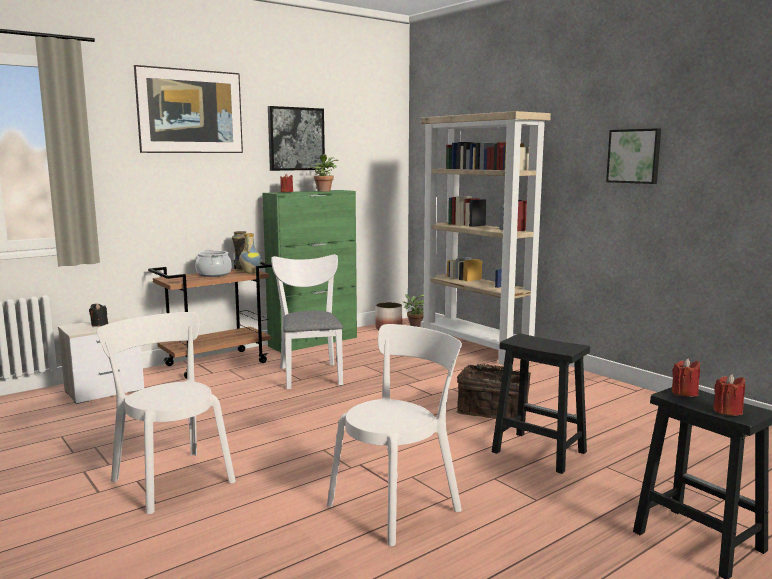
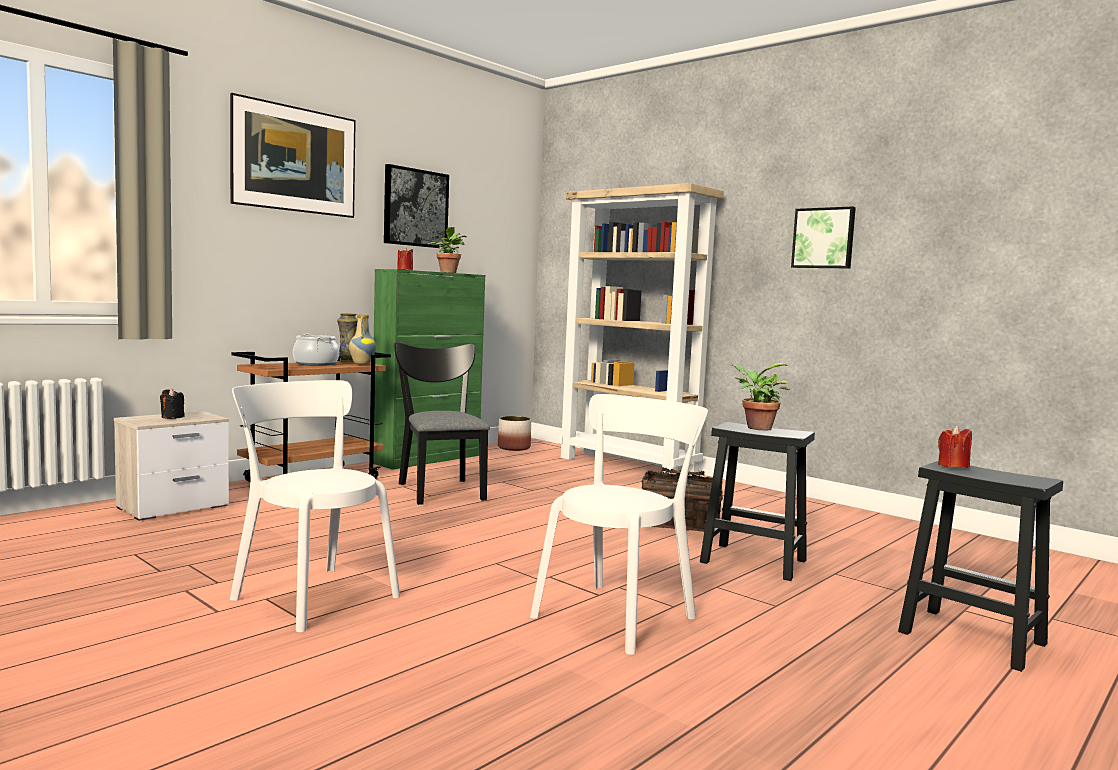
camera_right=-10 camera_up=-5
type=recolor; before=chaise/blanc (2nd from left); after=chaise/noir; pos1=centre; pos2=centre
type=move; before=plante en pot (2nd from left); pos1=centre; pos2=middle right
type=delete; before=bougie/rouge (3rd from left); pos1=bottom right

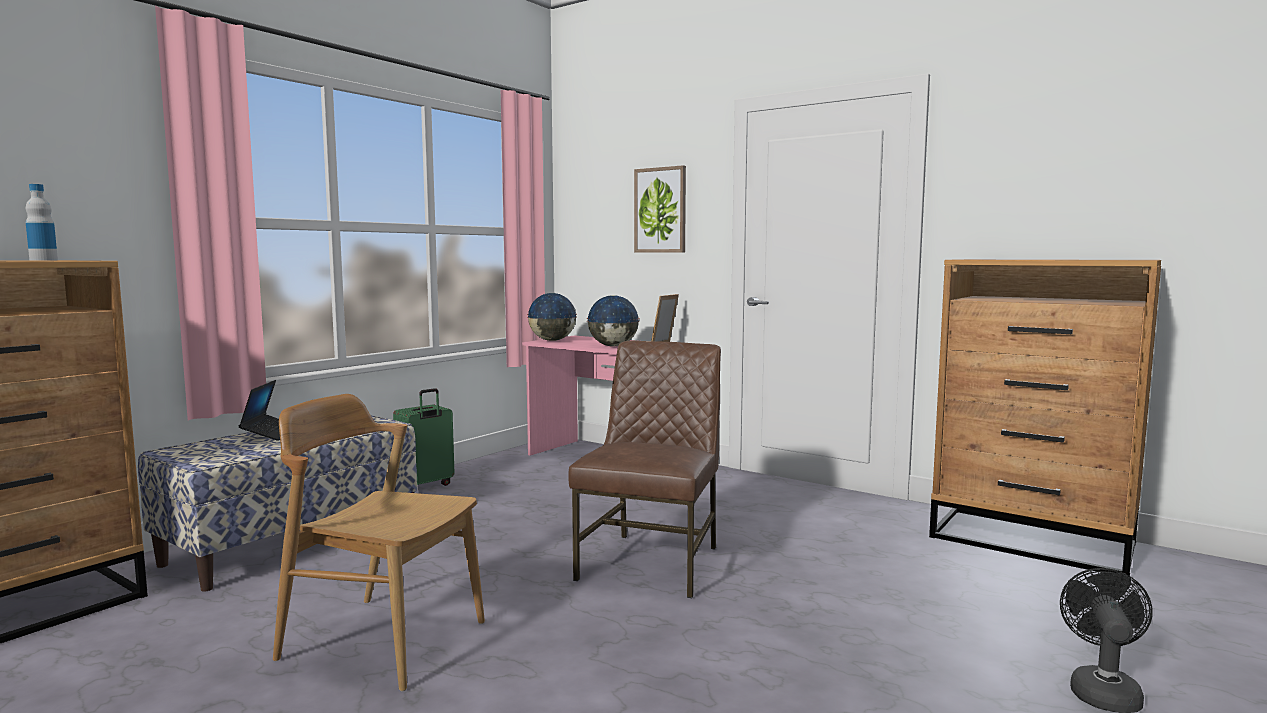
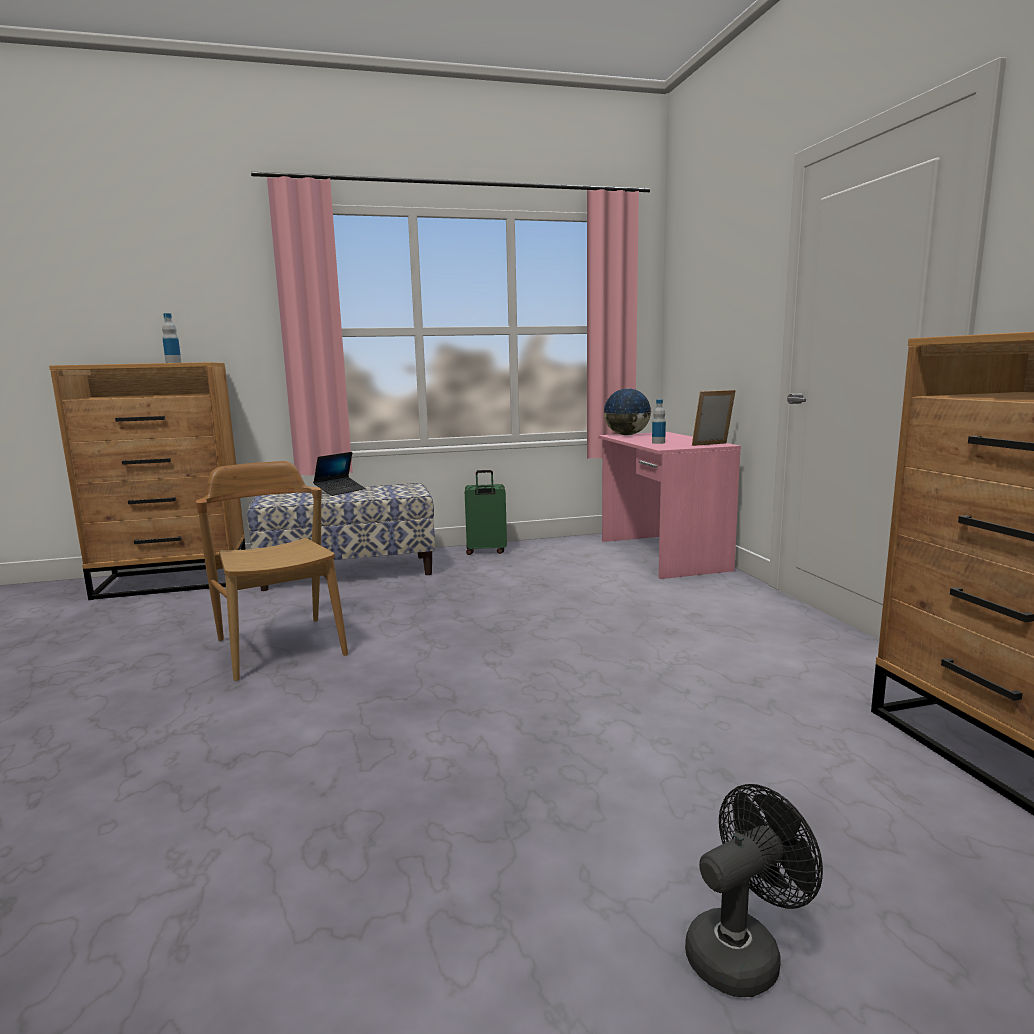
camera_right=40 camera_up=5
type=replace; before=globe (2nd from left); after=bouteille (2nd from left); pos1=centre; pos2=centre
type=delete; before=chaise/marron (2nd from left); pos1=centre
type=delete; before=tableau; pos1=top centre

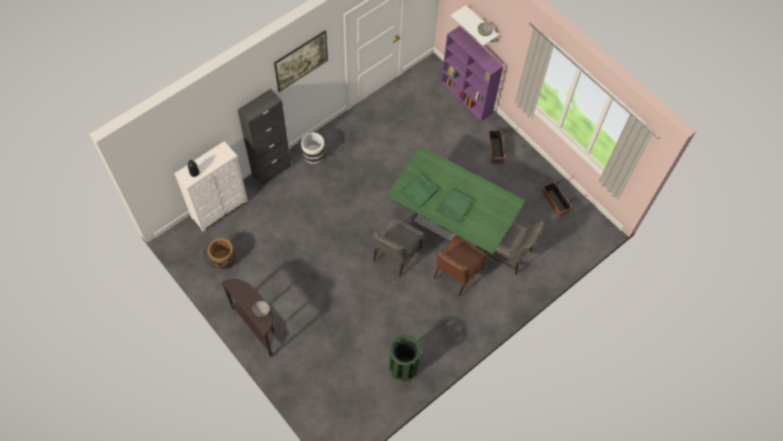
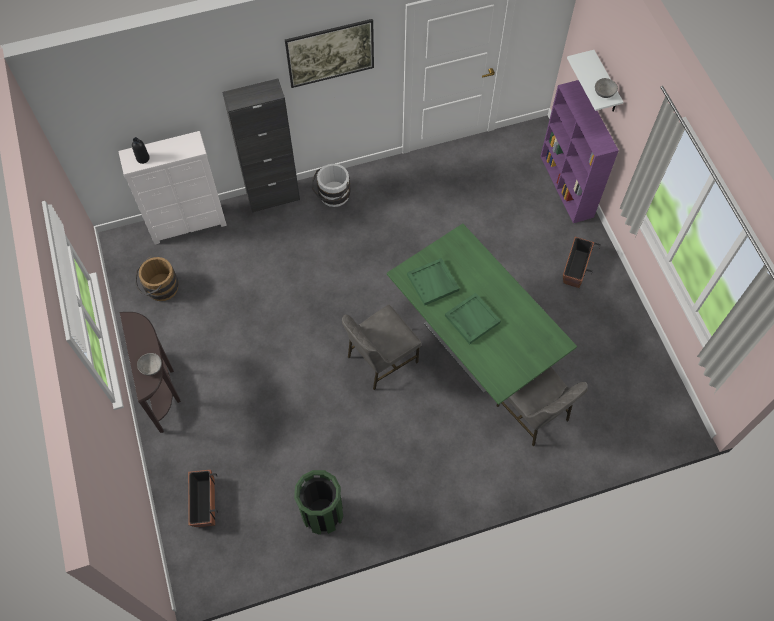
camera_right=25 camera_up=0
type=move; before=cache-pot (2nd from left in the first image); after=cache-pot (1st from left); pos1=middle right; pos2=bottom left
type=delete; before=chaise/marron; pos1=centre

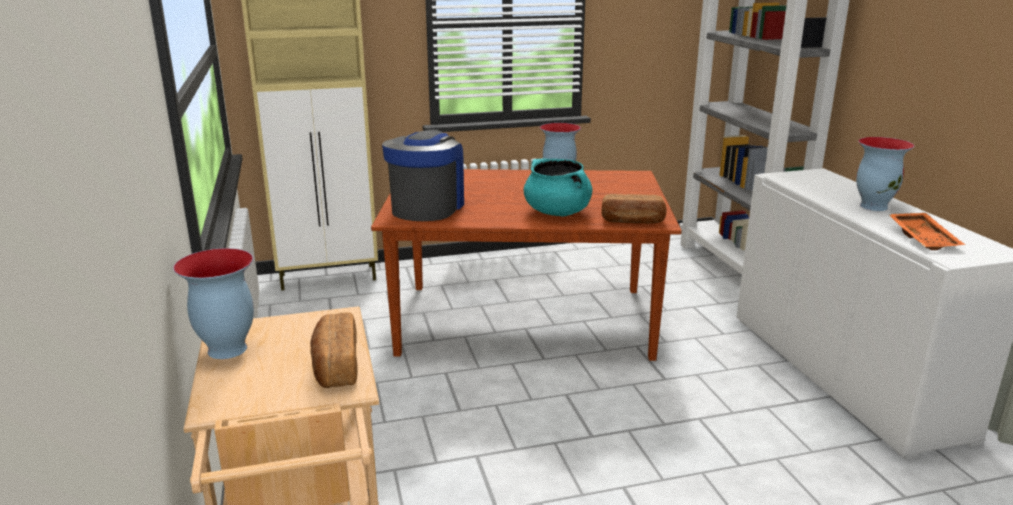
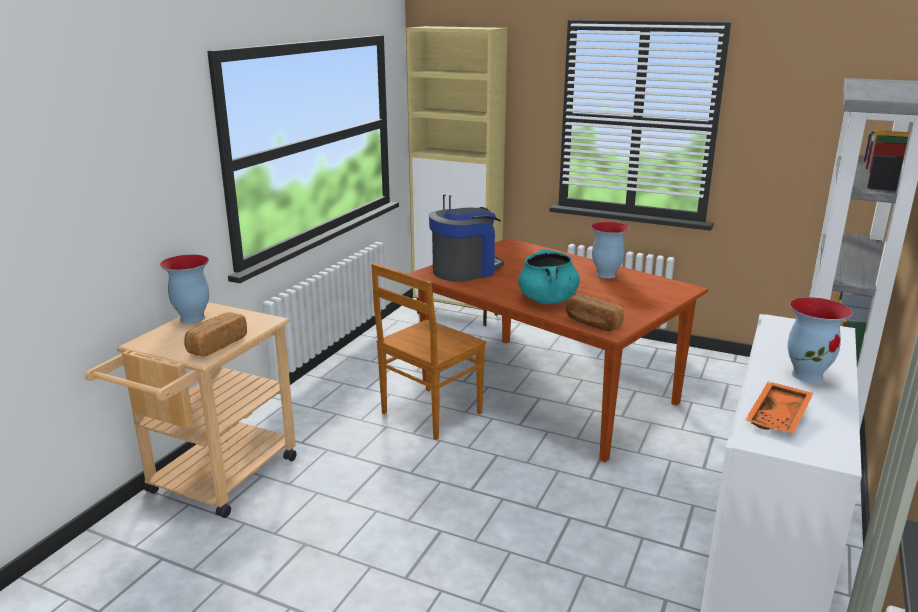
camera_right=40 camera_up=0
type=insert; after=chaise/marron; pos2=centre

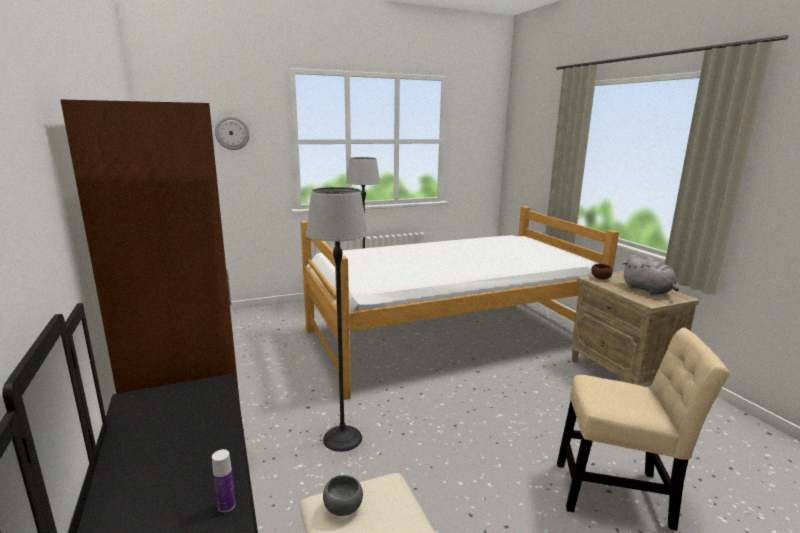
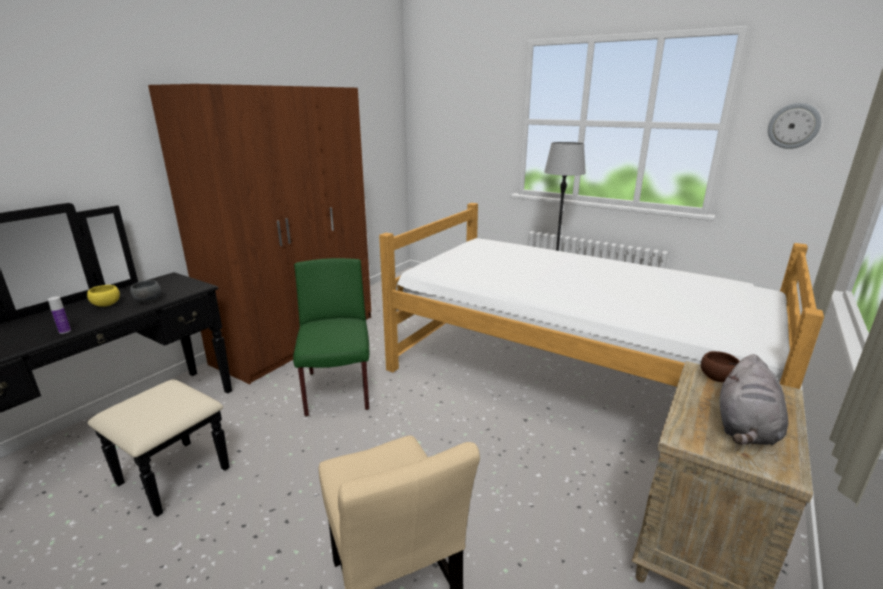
camera_right=55 camera_up=5
type=insert; after=bol/jaune; pos2=middle left
type=move; before=bol/gris; pos1=bottom centre; pos2=middle left
type=replace; before=lampadaire (1st from left); after=chaise/vert; pos1=centre; pos2=centre
type=move; before=horloge murale; pos1=top left; pos2=top right

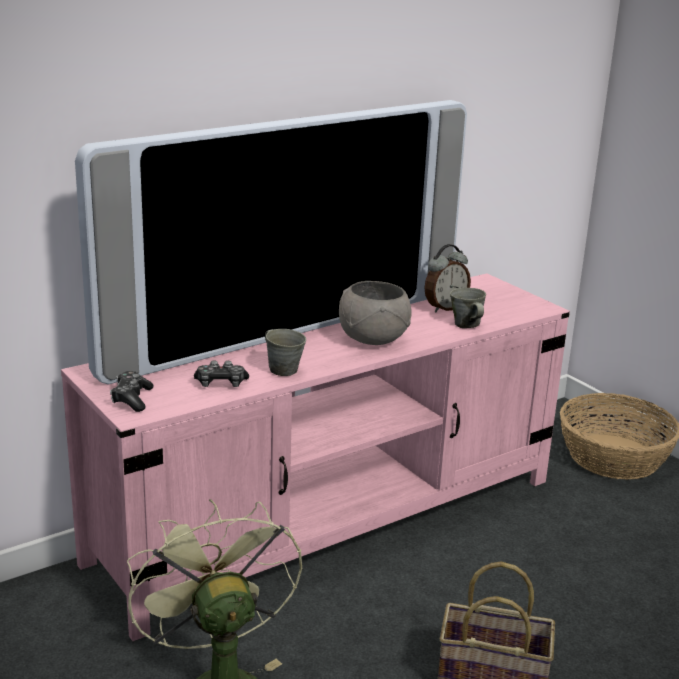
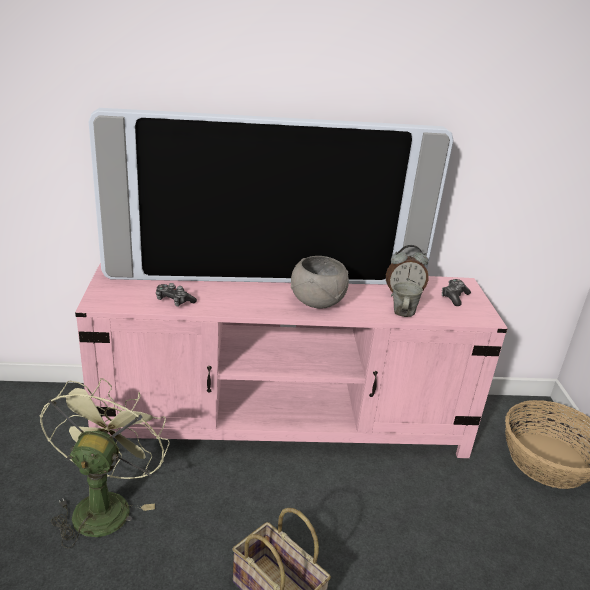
camera_right=30 camera_up=5
type=move; before=manette (1st from left in the first image); after=manette (2nd from left); pos1=middle left; pos2=middle right
type=delete; before=mug/gris (1st from left); pos1=centre

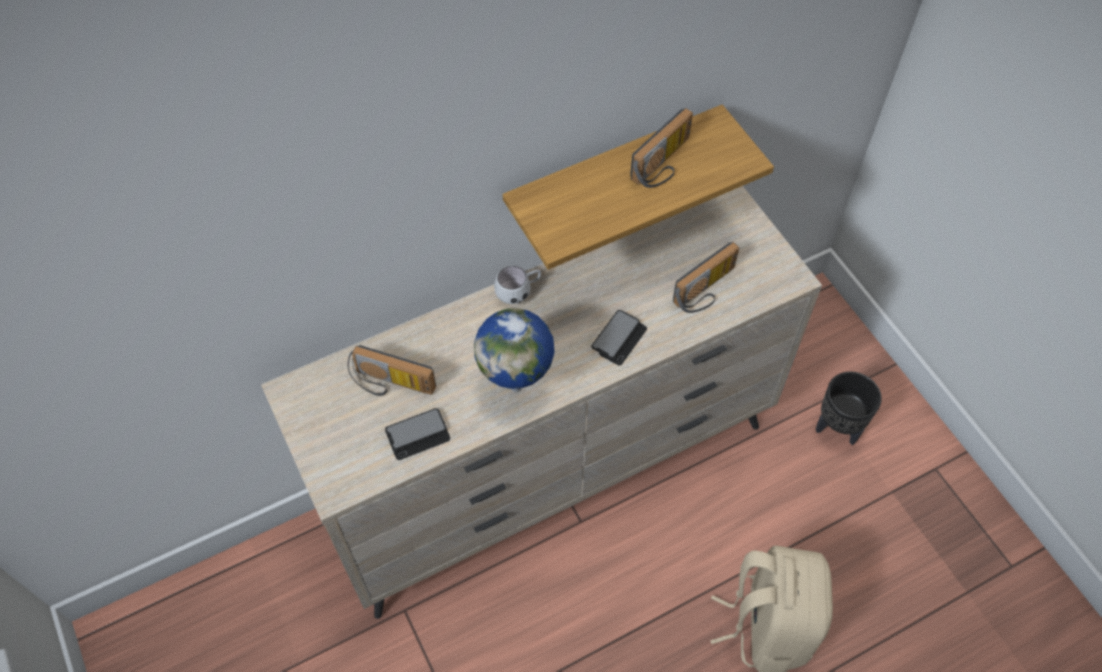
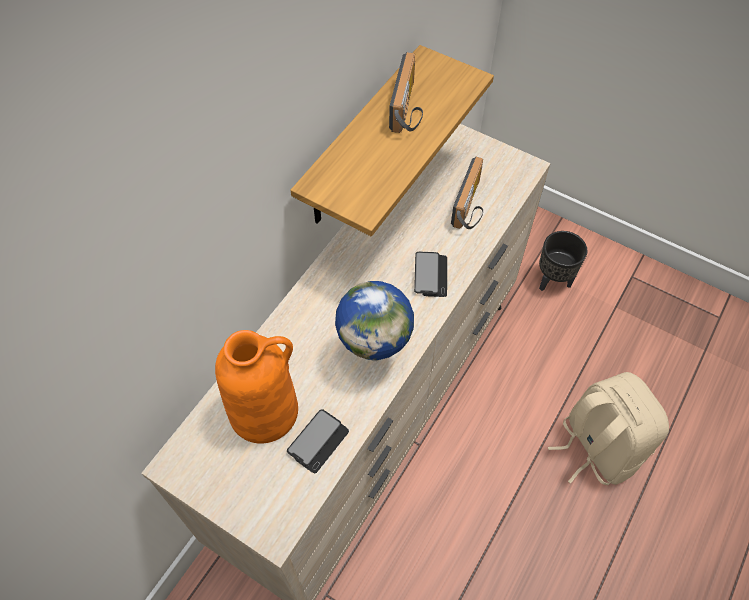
camera_right=-30 camera_up=0
type=replace; before=radio (1st from left); after=vase/orange; pos1=centre; pos2=centre
type=delete; before=mug/blanc; pos1=centre

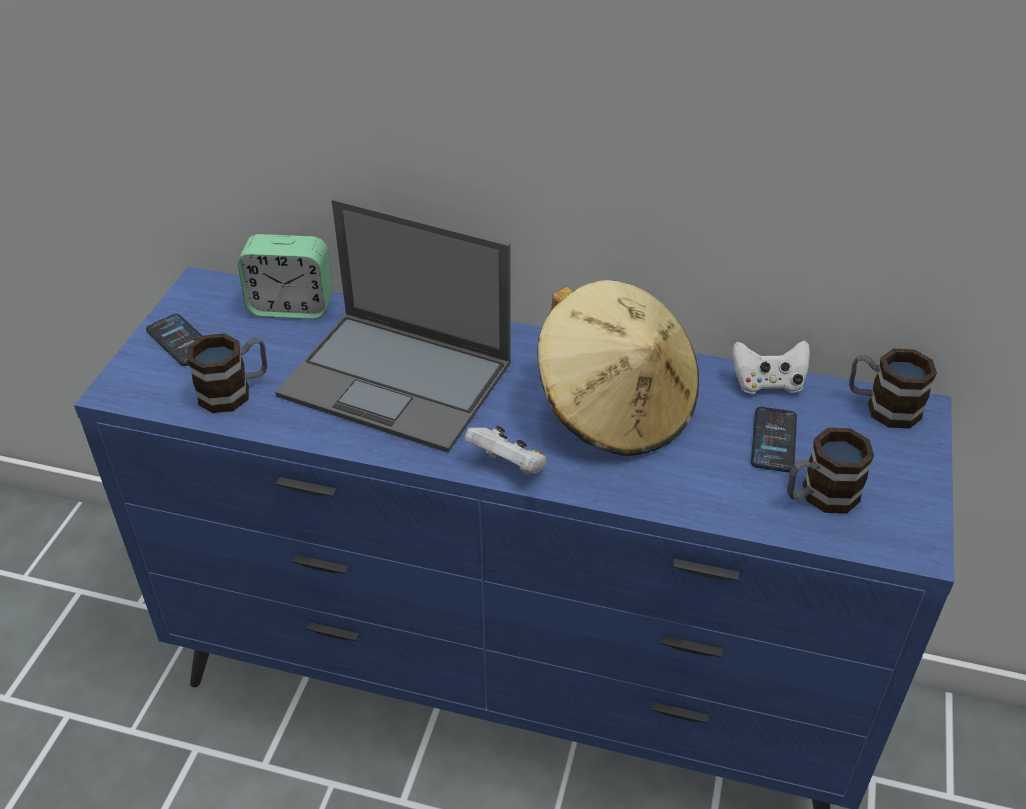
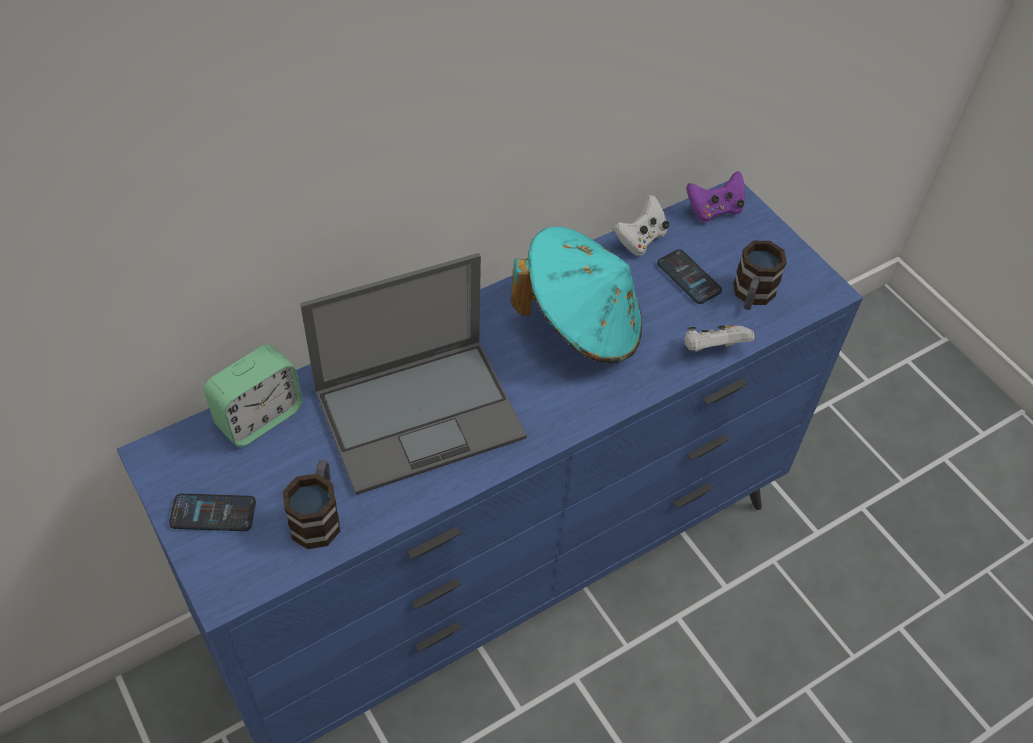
camera_right=-50 camera_up=10
type=recolor; before=chapeau/beige; after=chapeau/turquoise; pos1=centre; pos2=centre
type=move; before=manette/blanc (1st from left in the first image); after=manette/blanc (2nd from left); pos1=centre; pos2=middle right
type=replace; before=mug (3rd from left); after=manette/violet; pos1=middle right; pos2=top right

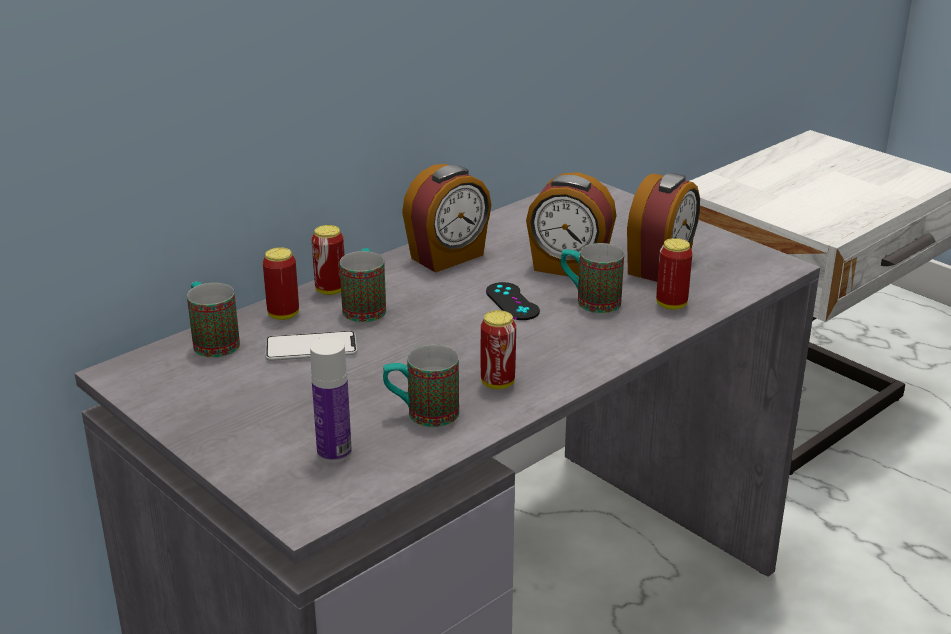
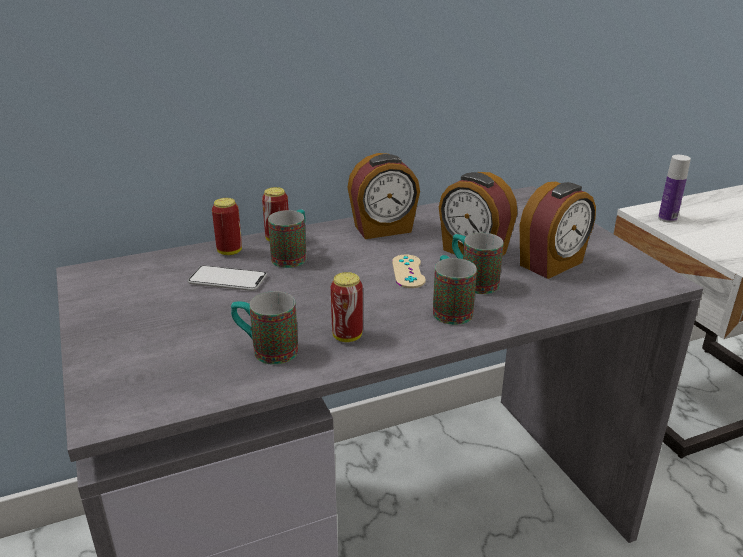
camera_right=20 camera_up=0
type=recolor; before=manette/noir; after=manette/beige; pos1=centre; pos2=centre
type=move; before=mug (1st from left in the first image); after=mug (3rd from left); pos1=middle left; pos2=centre
type=move; before=bouteille; pos1=centre; pos2=middle right
type=delete; before=boîte métallique (4th from left); pos1=middle right

